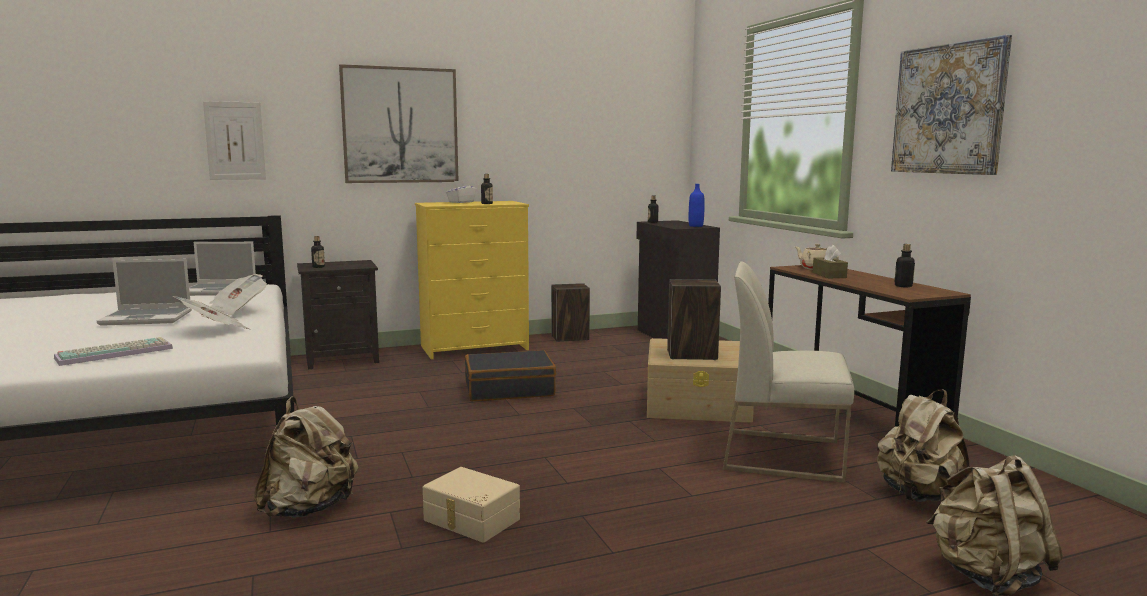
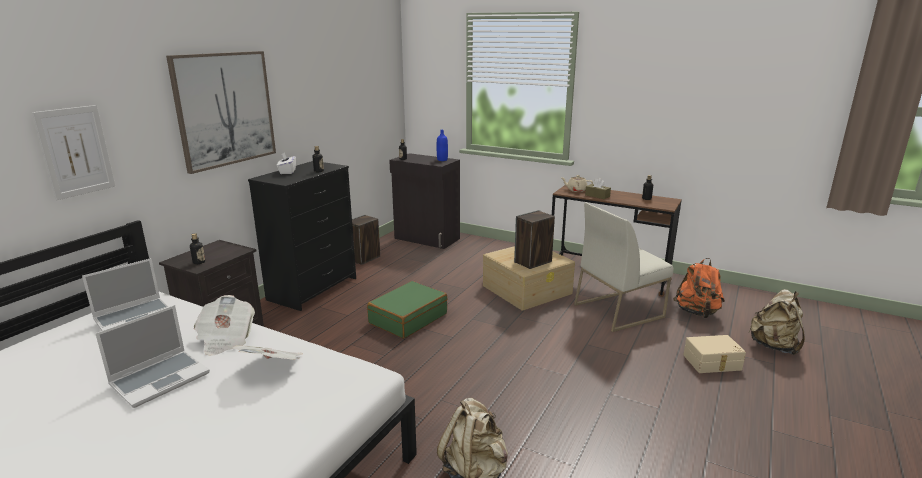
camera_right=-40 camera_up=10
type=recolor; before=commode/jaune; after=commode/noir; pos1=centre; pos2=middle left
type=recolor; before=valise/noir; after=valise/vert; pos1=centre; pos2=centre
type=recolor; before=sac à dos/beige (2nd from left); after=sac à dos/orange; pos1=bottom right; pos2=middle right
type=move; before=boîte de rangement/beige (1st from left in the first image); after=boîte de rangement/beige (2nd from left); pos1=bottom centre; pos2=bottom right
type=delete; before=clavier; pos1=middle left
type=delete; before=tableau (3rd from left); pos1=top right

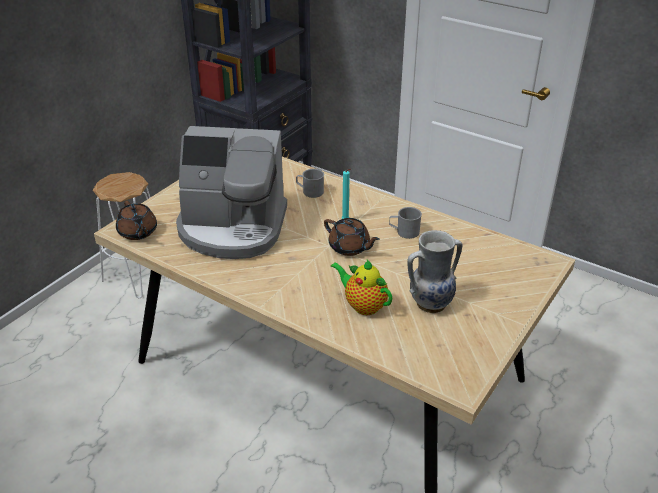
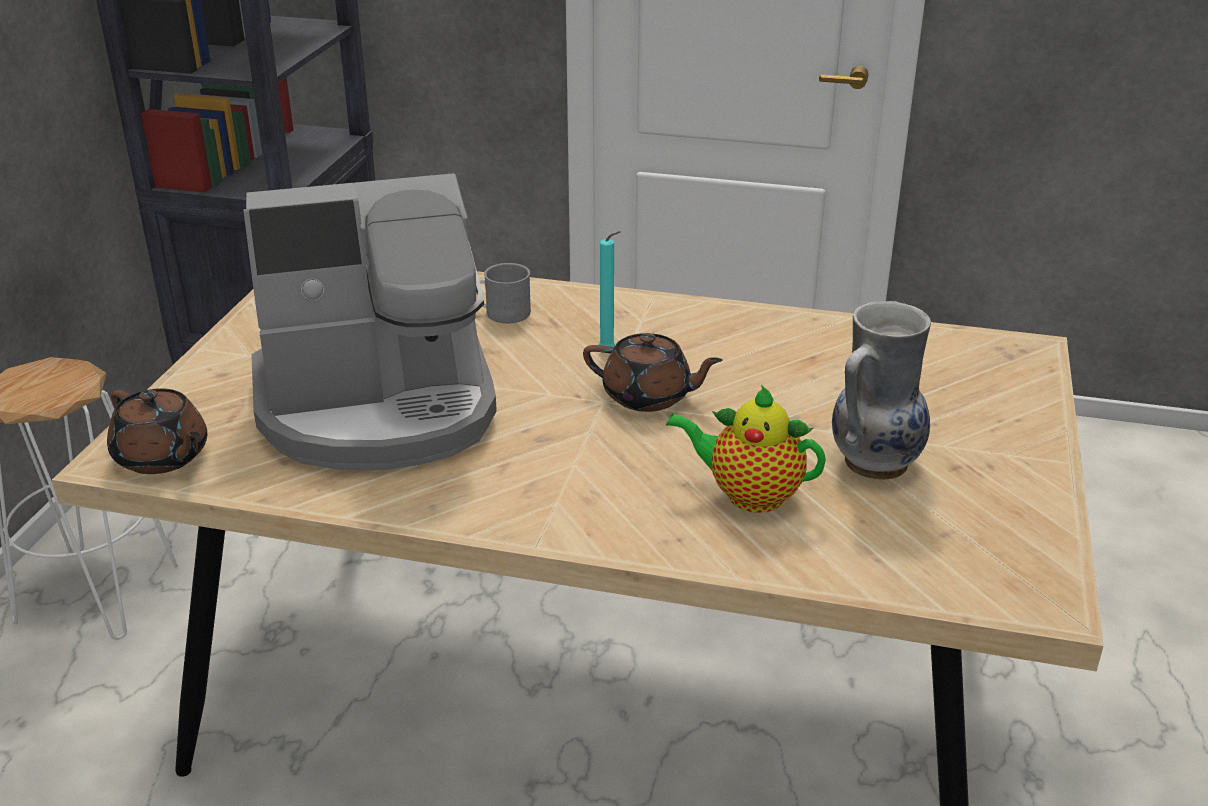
camera_right=-20 camera_up=-5
type=delete; before=mug/gris (2nd from left); pos1=centre

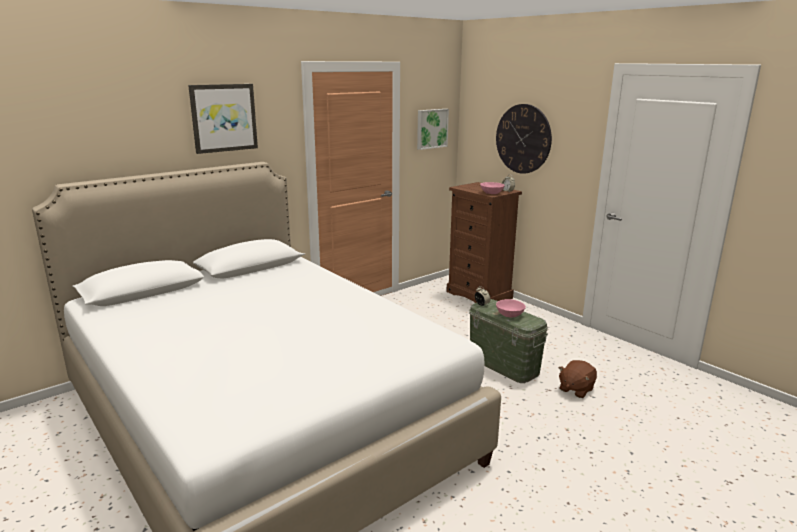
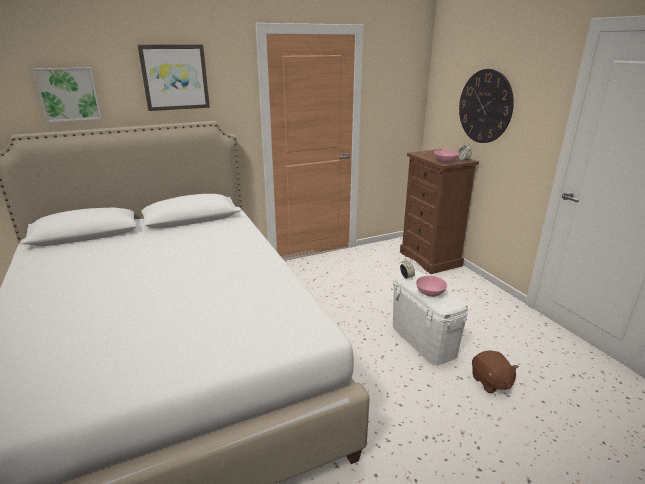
camera_right=15 camera_up=5
type=move; before=tableau (2nd from left in the first image); after=tableau (1st from left); pos1=top centre; pos2=top left
type=recolor; before=boîte de rangement/vert; after=boîte de rangement/blanc; pos1=centre; pos2=middle right
type=rotate; before=peluche/marron; pos1=bottom right; pos2=bottom right; turn=-75

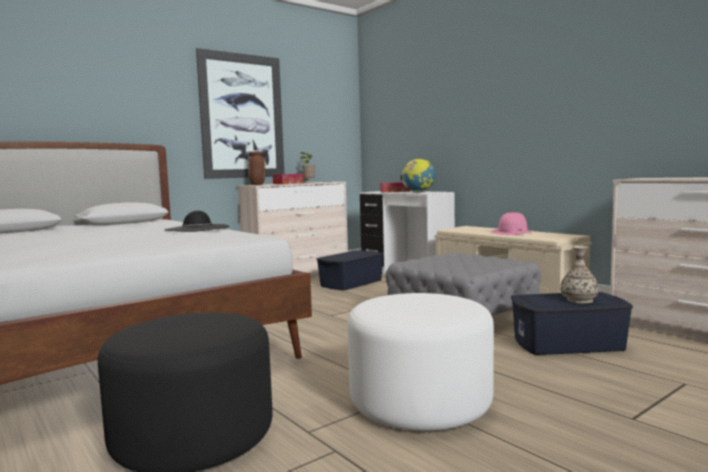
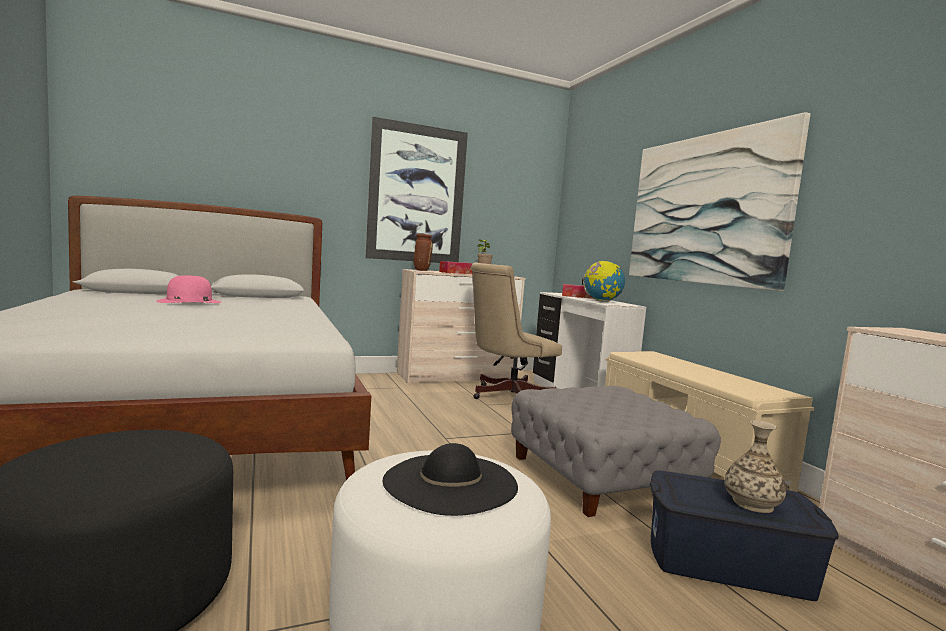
camera_right=15 camera_up=0
type=move; before=chapeau/rose; pos1=middle right; pos2=middle left
type=move; before=chapeau/noir; pos1=middle left; pos2=bottom centre
type=replace; before=boîte de rangement/bleu (1st from left); after=chaise de bureau/beige; pos1=centre; pos2=centre
type=insert; after=tableau (2nd from left); pos2=top right

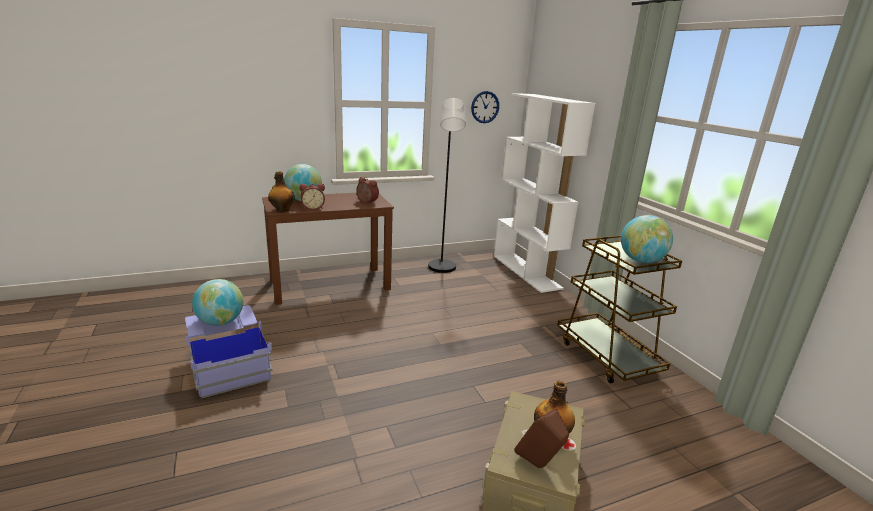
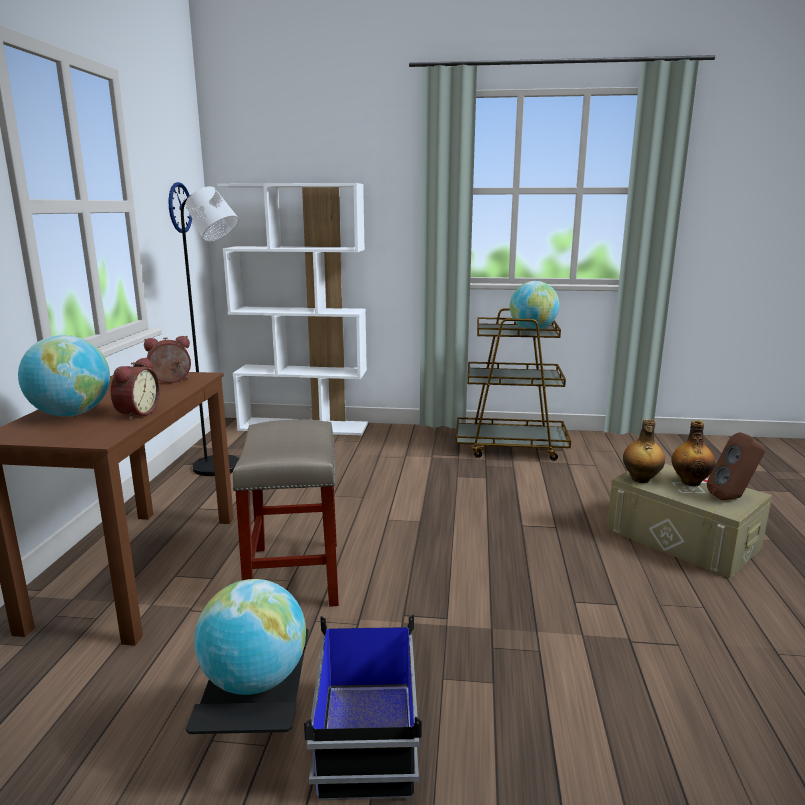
camera_right=-60 camera_up=-5
type=recolor; before=boîte de rangement/bleu; after=boîte de rangement/noir; pos1=bottom left; pos2=bottom centre
type=insert; after=tabouret/beige; pos2=centre
type=move; before=bouteille (1st from left); pos1=middle left; pos2=middle right

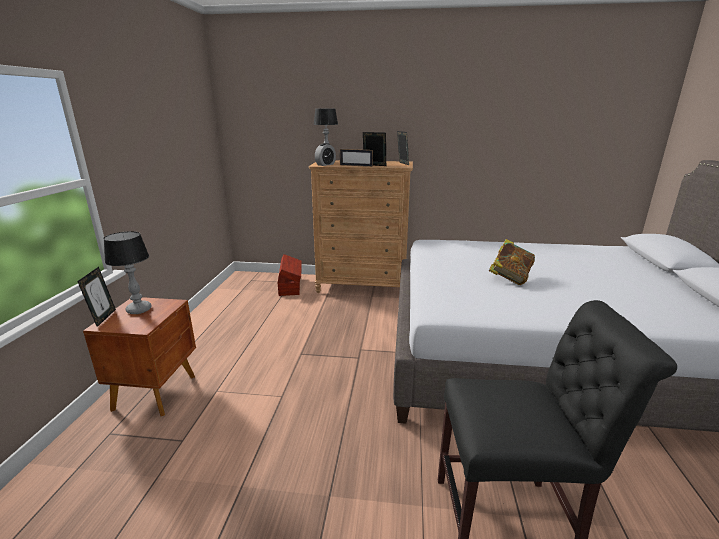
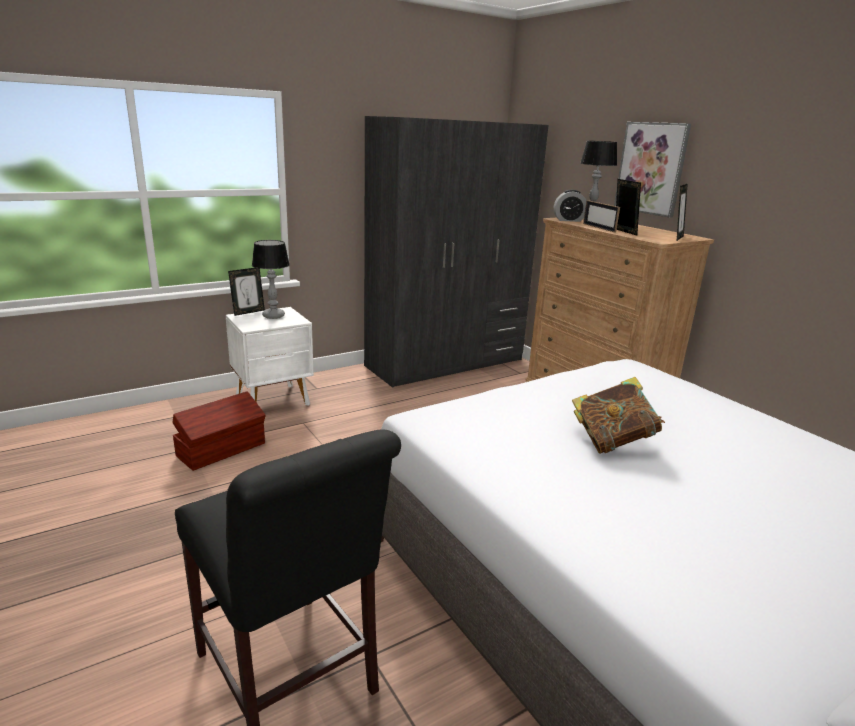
camera_right=50 camera_up=0
type=move; before=boîte de rangement/marron; pos1=centre; pos2=middle left
type=recolor; before=table de chevet/marron; after=table de chevet/blanc; pos1=middle left; pos2=middle left
type=insert; after=armoire/gris; pos2=centre
type=insert; after=tableau; pos2=top right

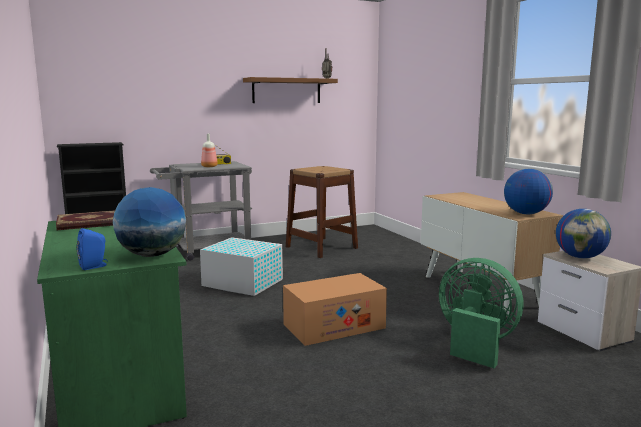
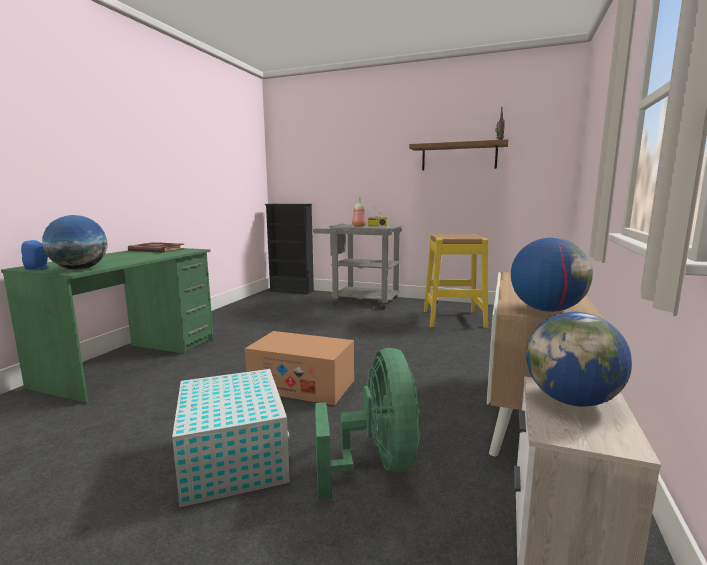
camera_right=45 camera_up=0
type=move; before=boîte de rangement/blanc; pos1=centre; pos2=bottom left
type=recolor; before=tabouret/marron; after=tabouret/jaune; pos1=centre; pos2=centre

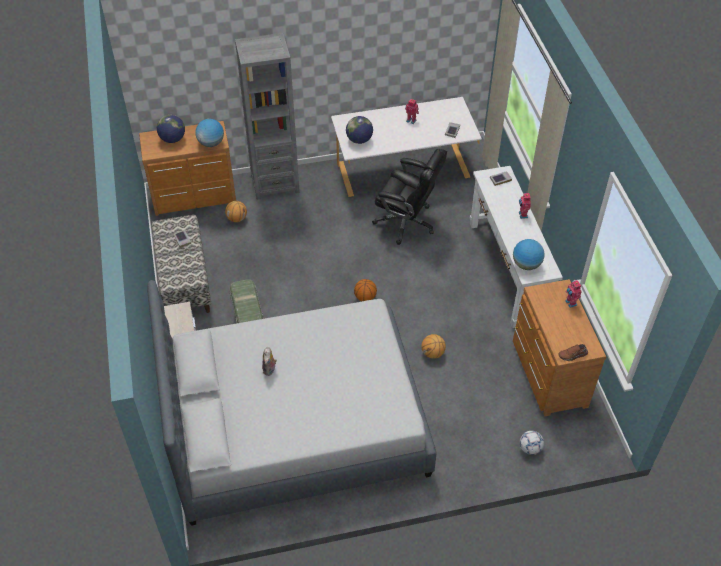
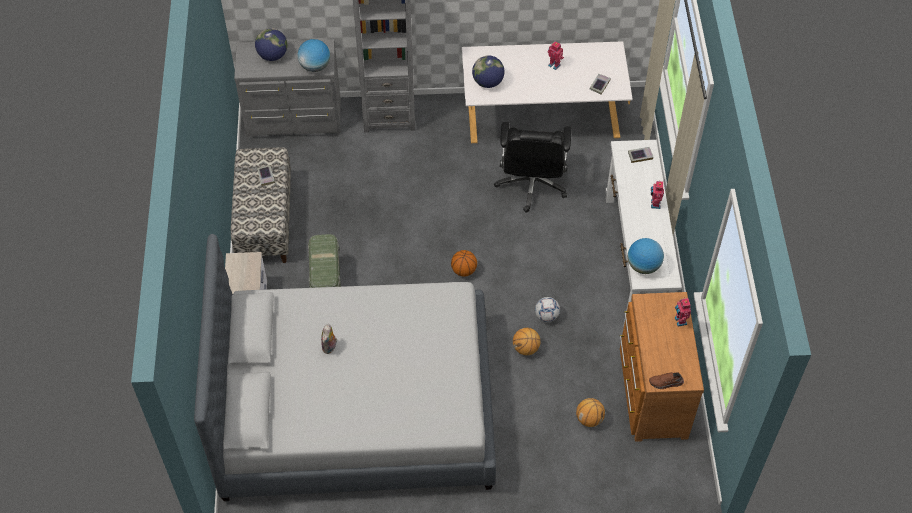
camera_right=10 camera_up=5
type=recolor; before=commode/marron (1st from left); after=commode/gris; pos1=top left; pos2=top left
type=rotate; before=chaise de bureau/noir; pos1=centre; pos2=top centre; turn=60
type=move; before=ballon de foot; pos1=bottom right; pos2=centre
type=move; before=ballon de basket (1st from left in the first image); after=ballon de basket (3rd from left); pos1=middle left; pos2=bottom centre

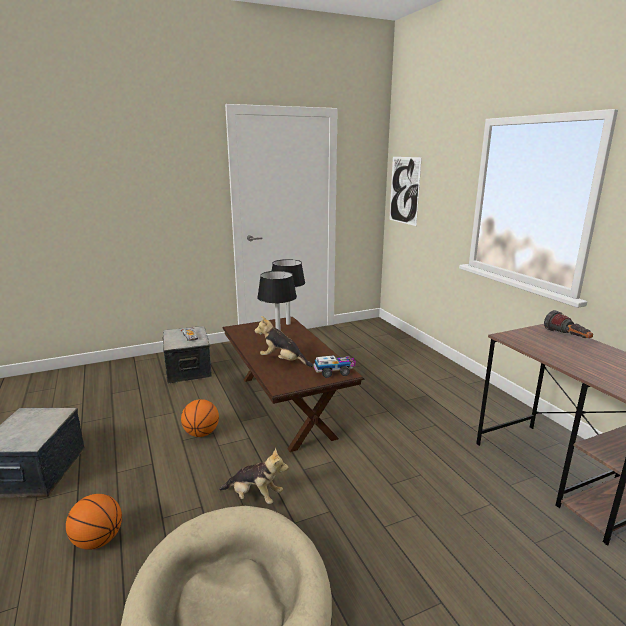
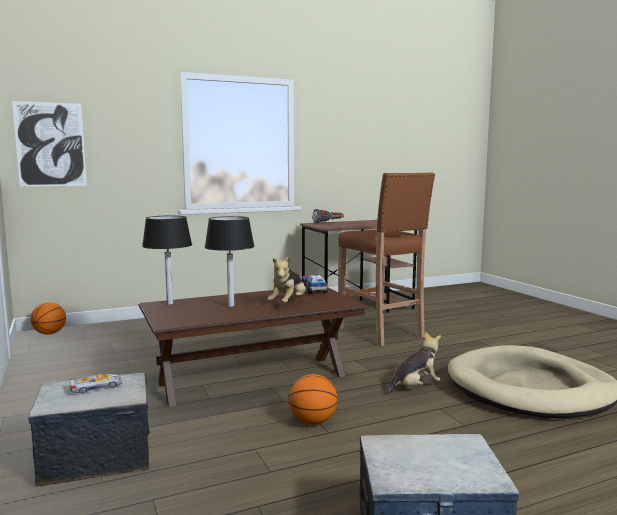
camera_right=-90 camera_up=-10
type=move; before=ballon de basket (1st from left); pos1=bottom left; pos2=middle left
type=insert; after=tabouret/marron; pos2=centre
type=rotate; before=peluche (1st from left in the first image); pos1=bottom centre; pos2=bottom right; turn=45

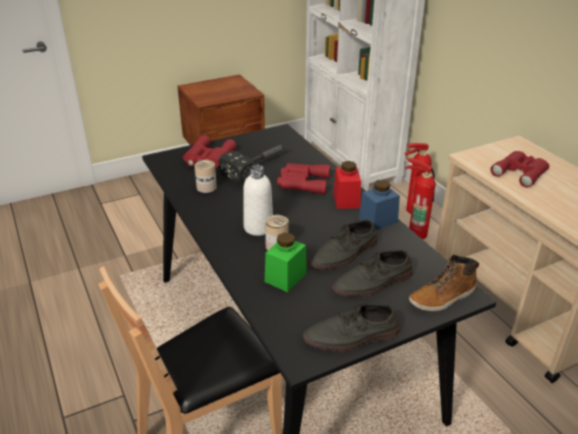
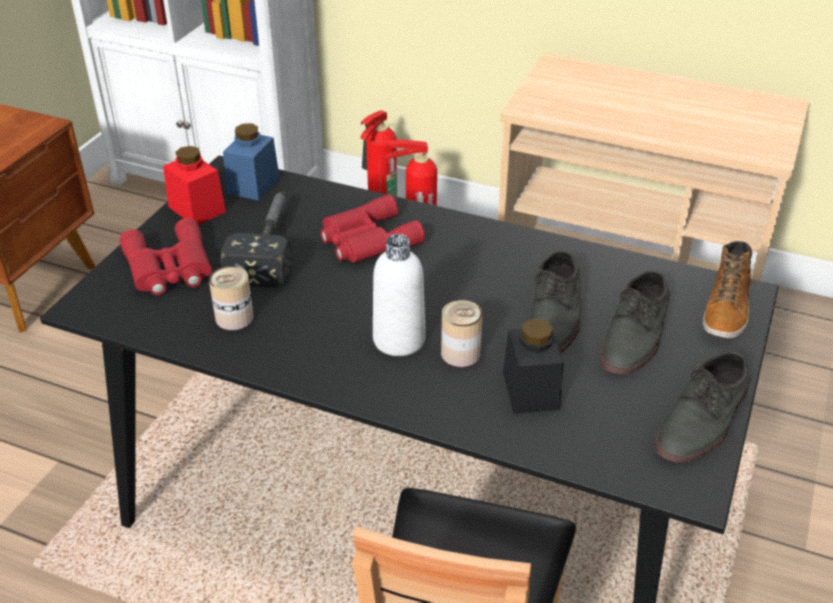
camera_right=-40 camera_up=5
type=move; before=bocal/rouge; pos1=centre; pos2=top left
type=move; before=bocal/bleu; pos1=centre; pos2=top left
type=recolor; before=bocal/vert; after=bocal/noir; pos1=centre; pos2=centre
type=delete; before=jumelles/rouge (3rd from left); pos1=middle right

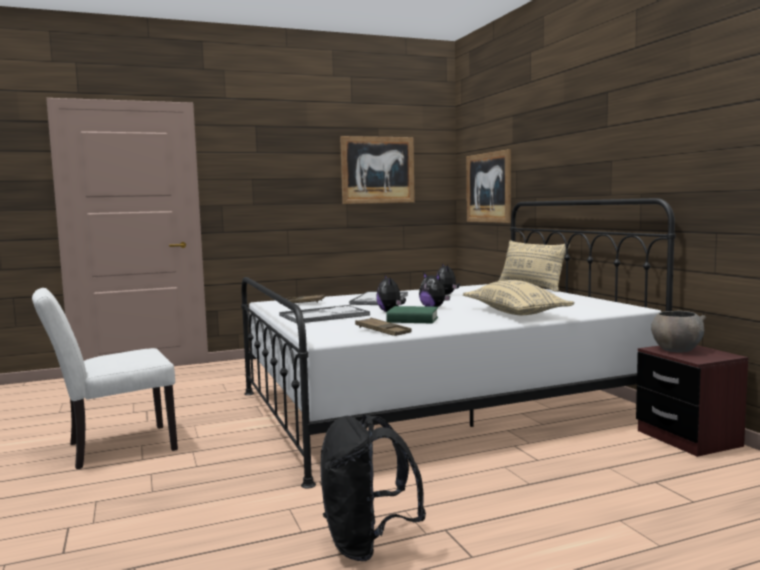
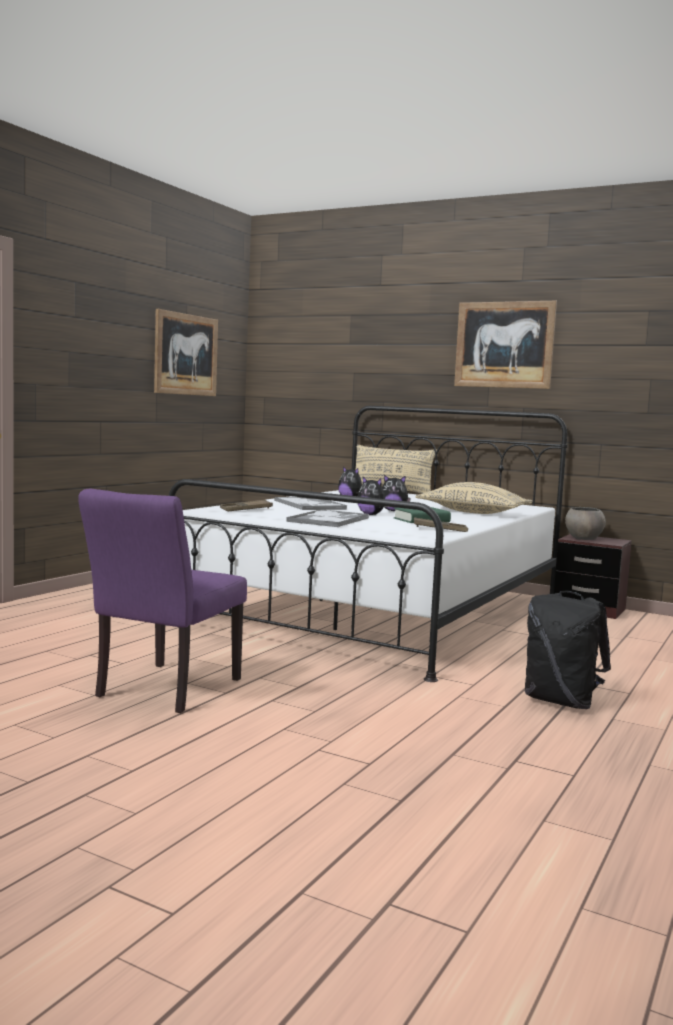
camera_right=-40 camera_up=0
type=recolor; before=chaise/blanc; after=chaise/violet; pos1=middle left; pos2=middle left
type=move; before=tableau (2nd from left); pos1=top centre; pos2=middle right

